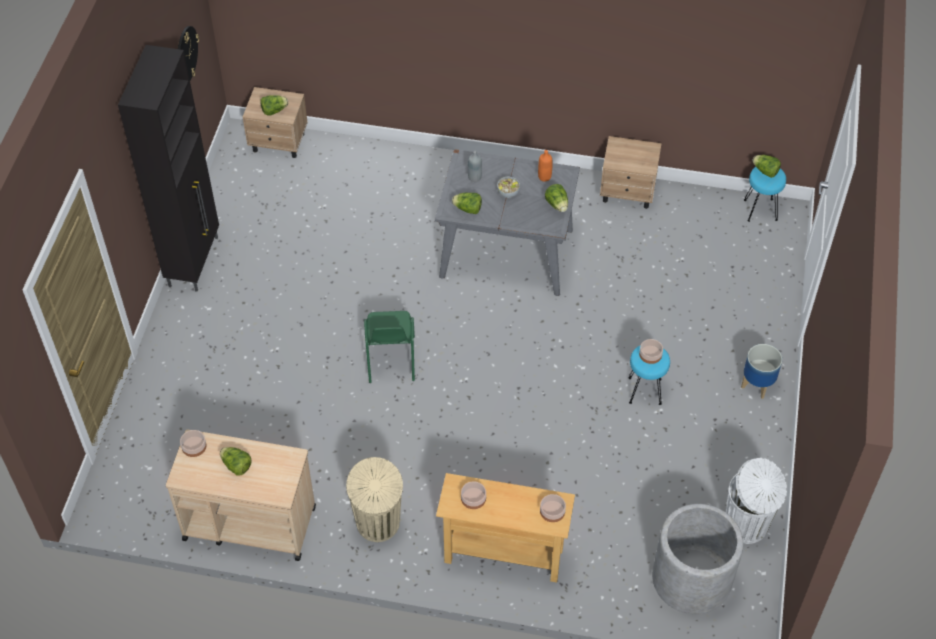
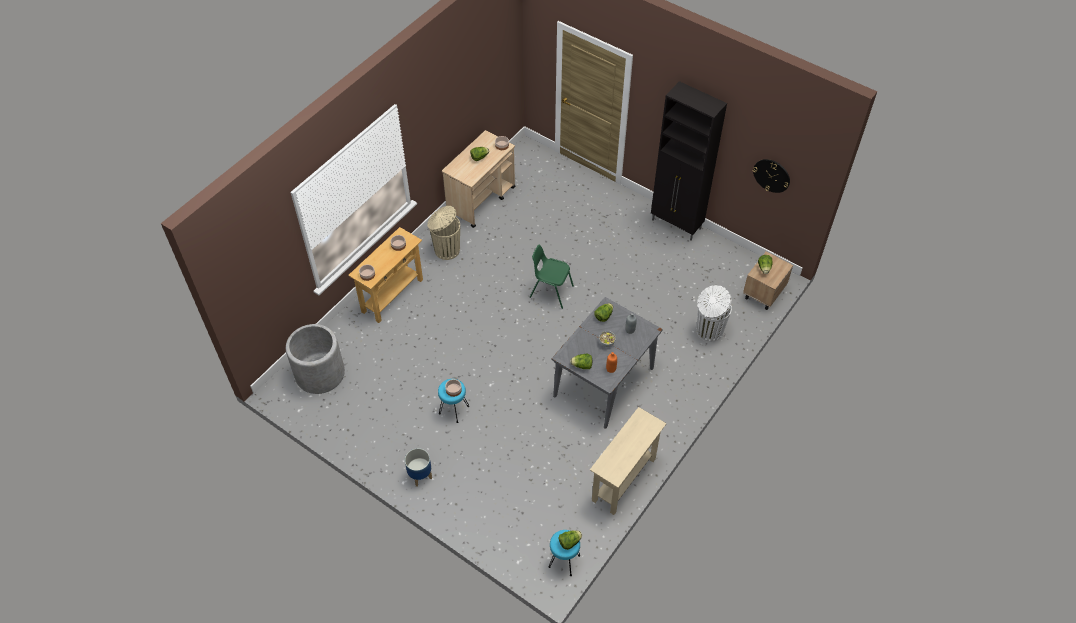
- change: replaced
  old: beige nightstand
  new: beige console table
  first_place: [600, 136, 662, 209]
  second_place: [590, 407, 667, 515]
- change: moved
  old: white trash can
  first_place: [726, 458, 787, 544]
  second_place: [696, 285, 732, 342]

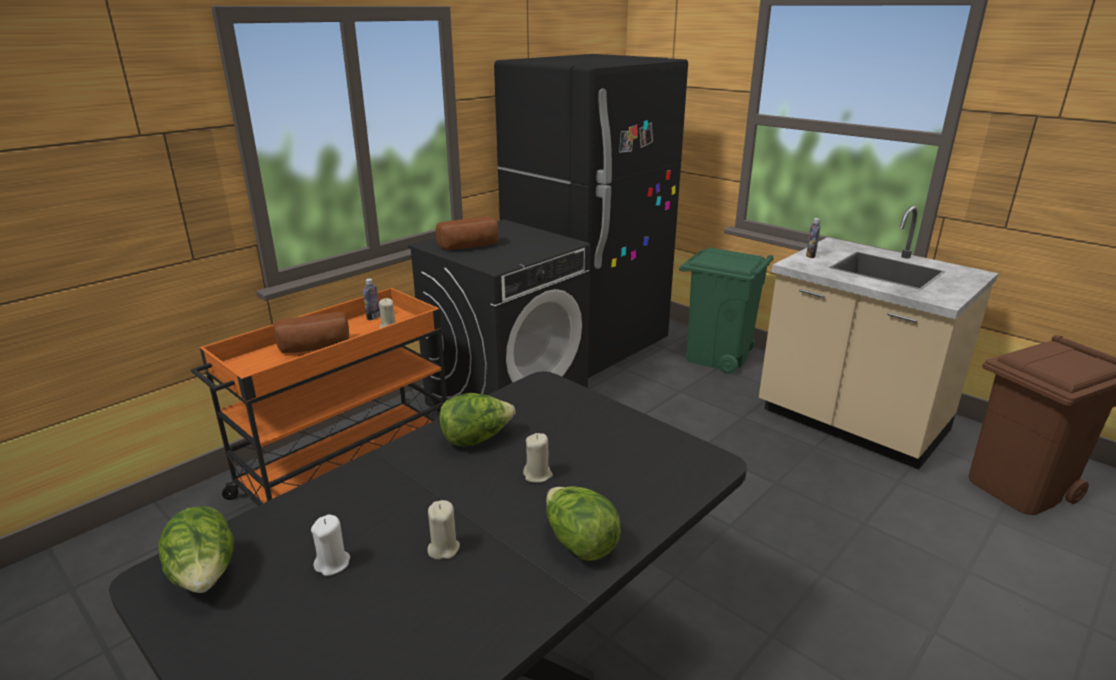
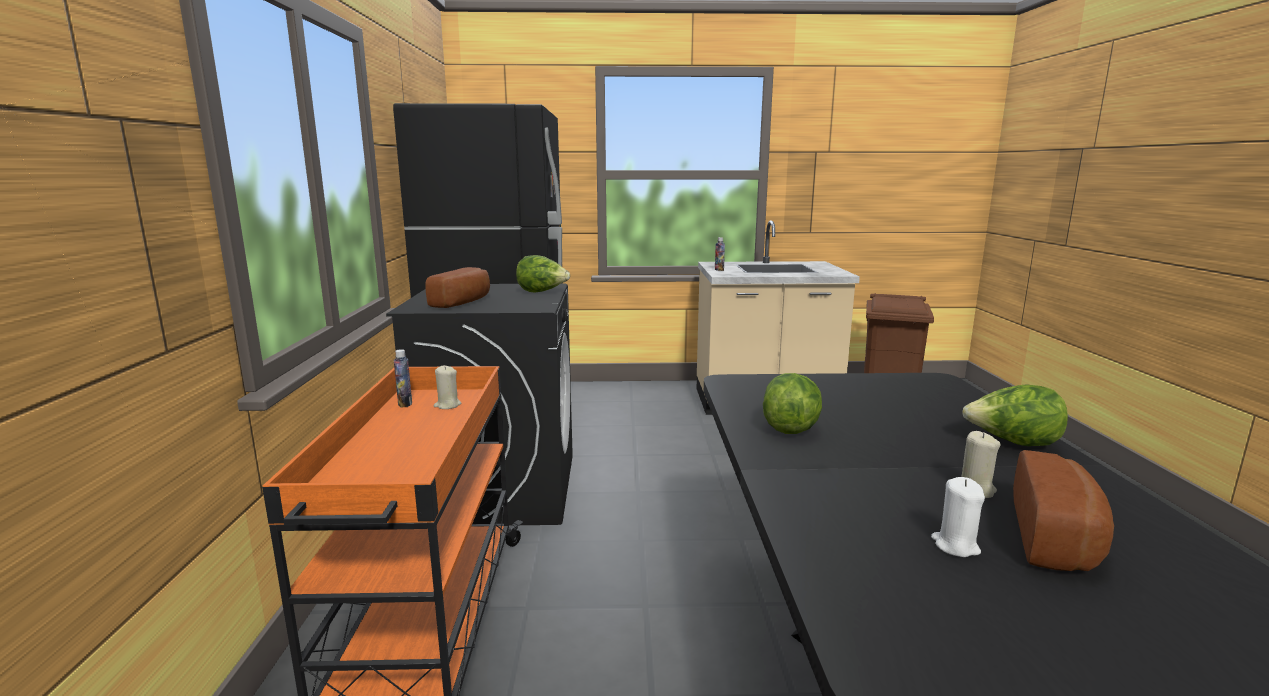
- change: removed
  old: green trash can
  first_place: [679, 248, 774, 374]
- change: moved
  old: bread
  first_place: [273, 312, 349, 353]
  second_place: [1013, 450, 1114, 571]
- change: removed
  old: beige candle
  first_place: [523, 433, 553, 483]
- change: moved
  old: lettuce
  first_place: [159, 506, 234, 593]
  second_place: [516, 255, 570, 293]

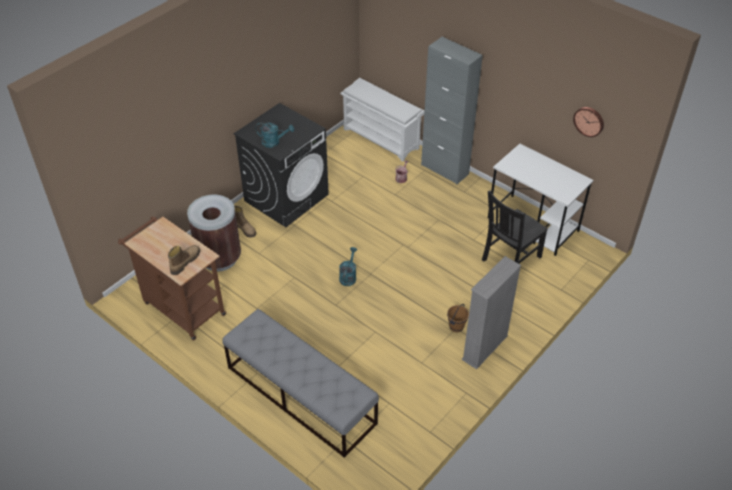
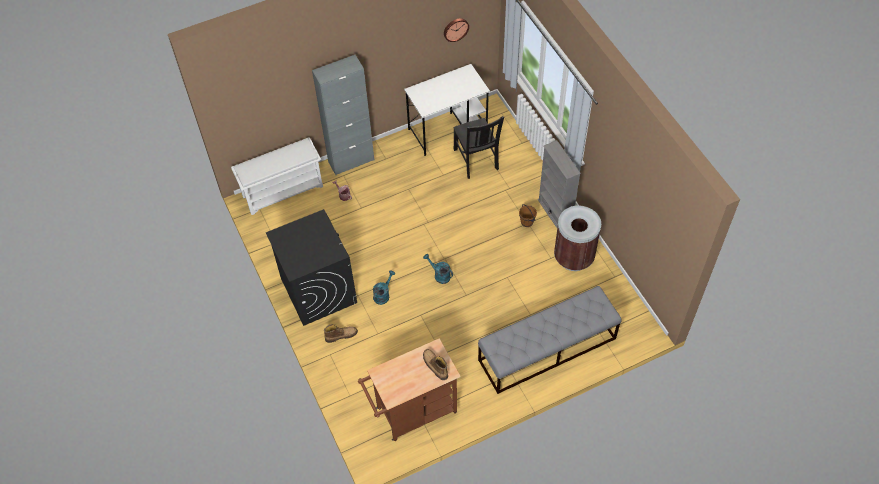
- change: moved
  old: turquoise watering can
  first_place: [255, 122, 294, 148]
  second_place: [373, 270, 395, 305]
- change: moved
  old: brown trash can
  first_place: [187, 195, 241, 271]
  second_place: [554, 205, 601, 271]

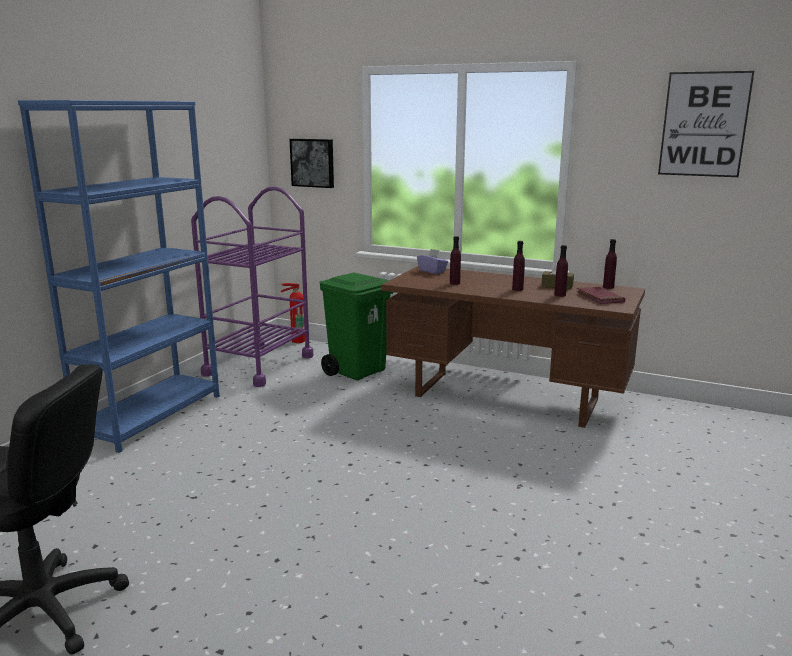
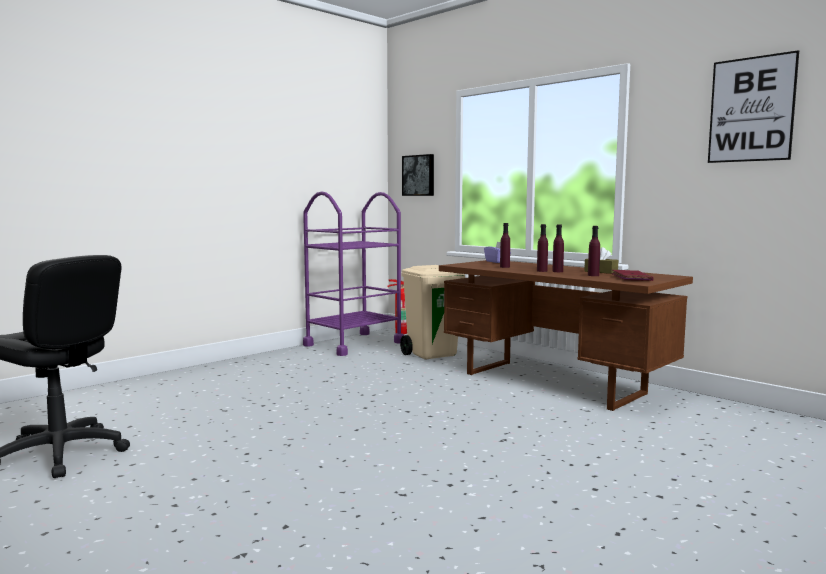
- change: removed
  old: blue bookcase
  first_place: [18, 100, 220, 453]
- change: moved
  old: purple bottle
  first_place: [603, 239, 617, 289]
  second_place: [537, 224, 548, 272]
- change: recoloured
  old: green trash can
  new: beige trash can
  first_place: [319, 273, 394, 380]
  second_place: [400, 265, 465, 359]

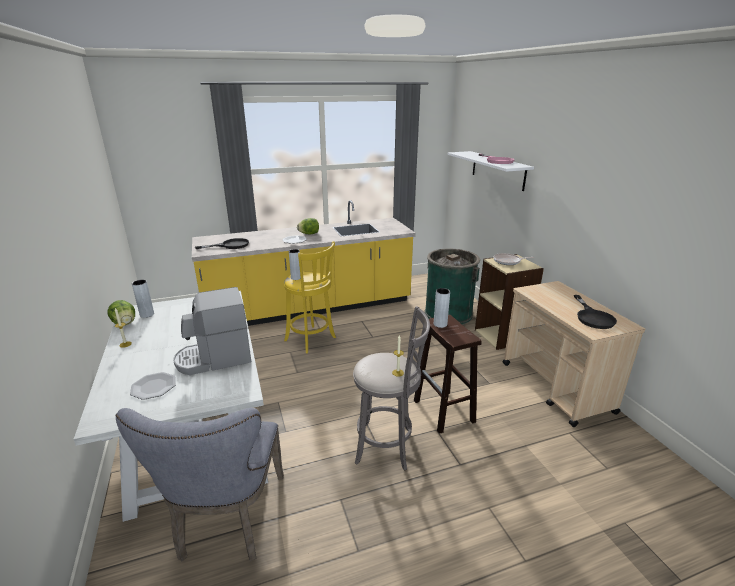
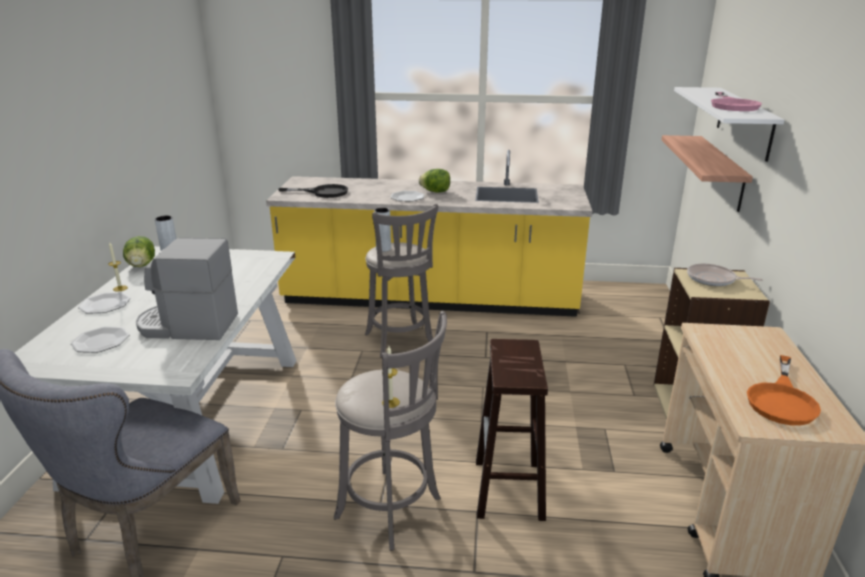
- change: recoloured
  old: yellow stool
  new: grey stool
  first_place: [284, 241, 336, 353]
  second_place: [365, 204, 439, 358]
- change: removed
  old: green trash can
  first_place: [425, 249, 480, 325]
- change: removed
  old: grey vase
  first_place: [434, 288, 450, 328]
- change: recoloured
  old: black frying pan
  new: orange frying pan
  first_place: [574, 295, 617, 329]
  second_place: [747, 355, 821, 426]
- change: added
  new: shelf
  second_place: [661, 135, 753, 212]
- change: added
  new: plate
  second_place: [78, 292, 131, 314]

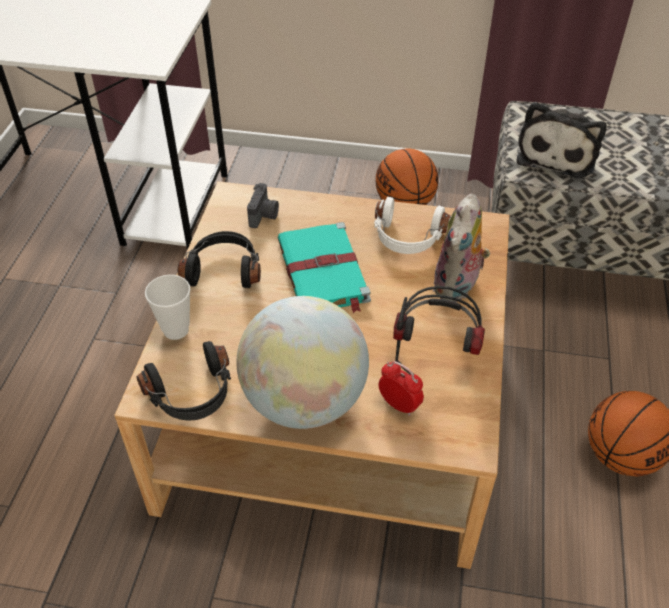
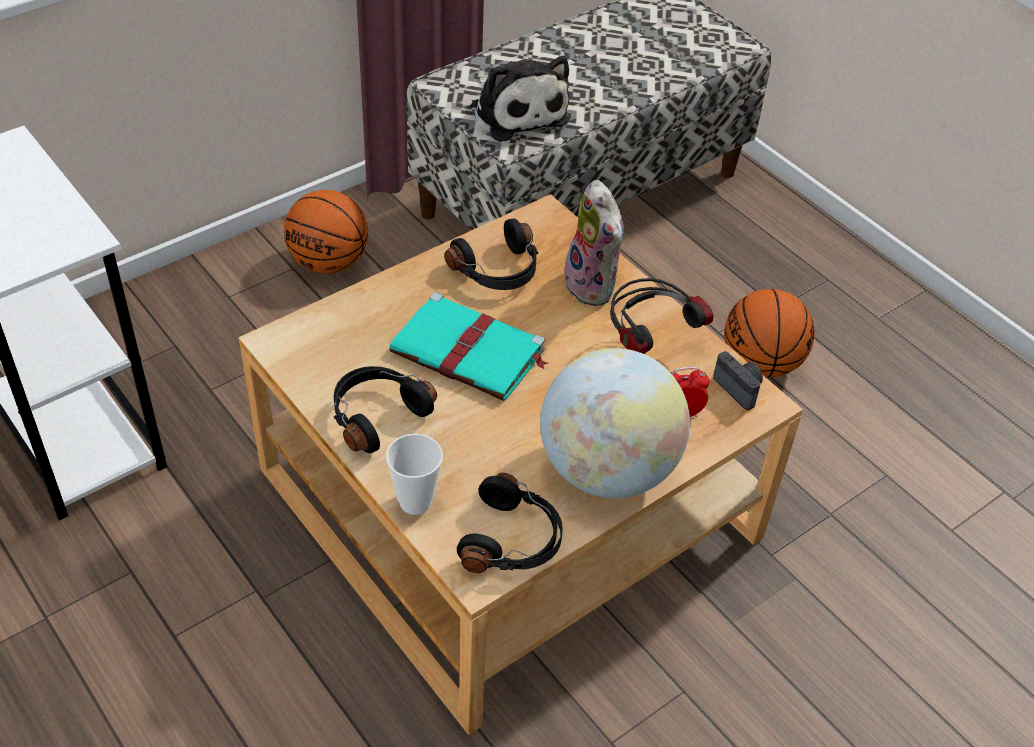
- change: moved
  old: photo camera
  first_place: [247, 183, 279, 228]
  second_place: [713, 351, 763, 410]
- change: recoloured
  old: white headphones
  new: black headphones
  first_place: [374, 197, 451, 254]
  second_place: [444, 218, 539, 290]

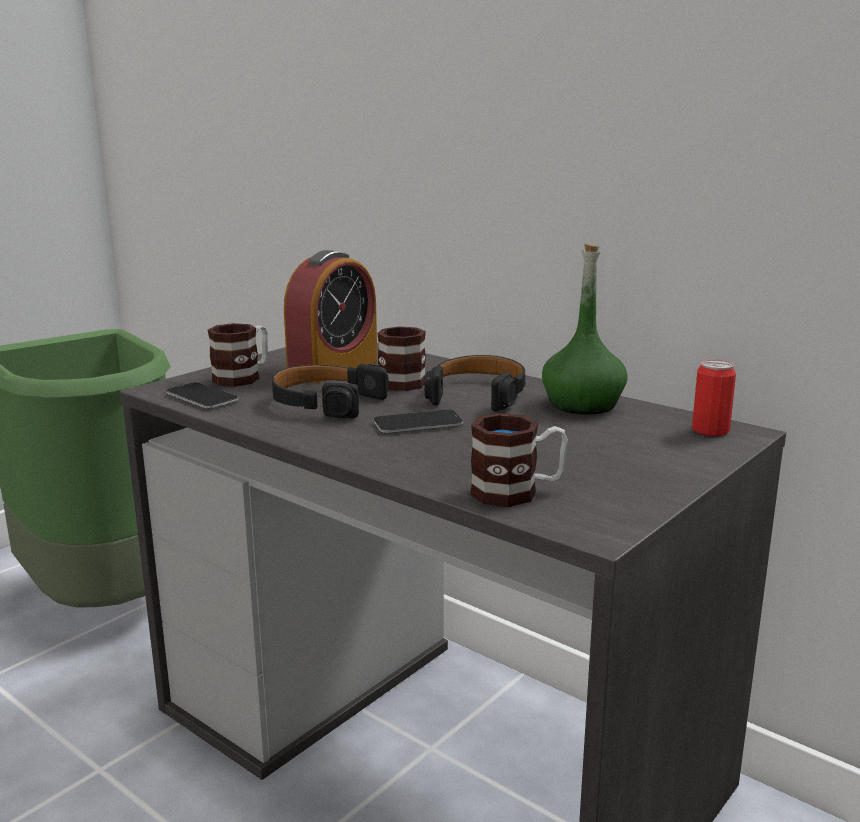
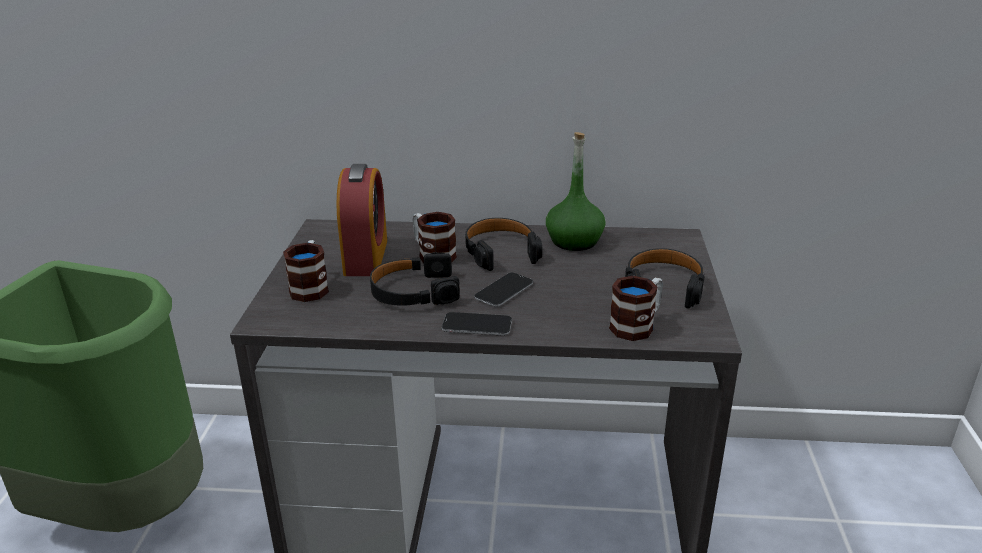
- change: removed
  old: can
  first_place: [692, 359, 736, 436]
- change: moved
  old: phone
  first_place: [166, 382, 238, 409]
  second_place: [441, 312, 512, 336]
- change: added
  new: black headphones
  second_place: [625, 248, 705, 309]

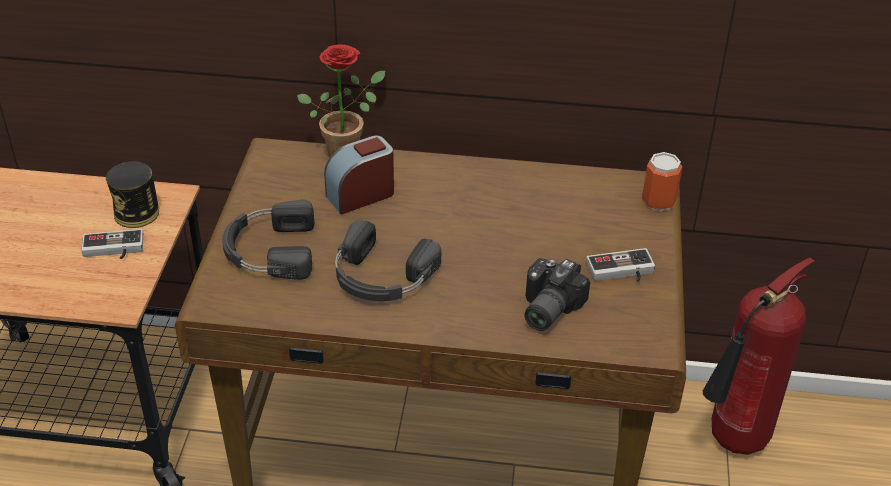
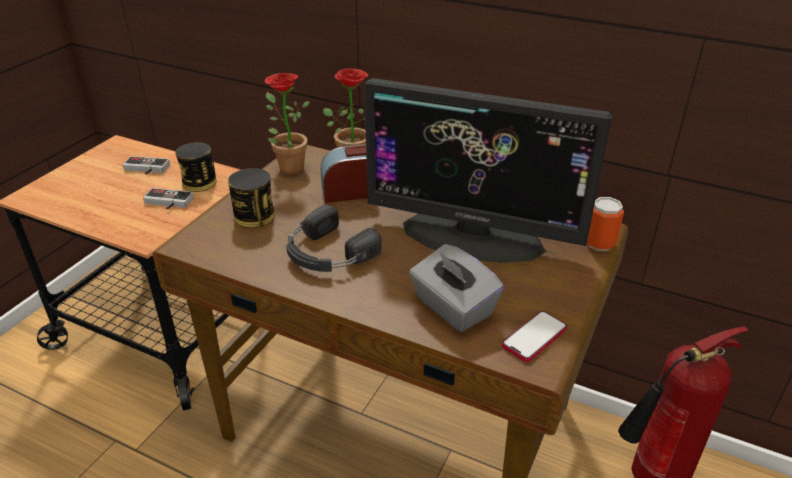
- change: replaced
  old: black headphones
  new: can
  first_place: [222, 200, 314, 280]
  second_place: [228, 168, 275, 228]
- change: moved
  old: game controller
  first_place: [586, 248, 655, 282]
  second_place: [123, 156, 170, 174]
- change: replaced
  old: photo camera
  new: grey tissue box
  first_place: [524, 258, 590, 331]
  second_place: [409, 244, 504, 332]
- change: added
  new: potted plant
  second_place: [265, 73, 310, 175]
- change: added
  new: monitor
  second_place: [364, 78, 612, 263]
- change: added
  new: phone
  second_place: [502, 311, 567, 362]

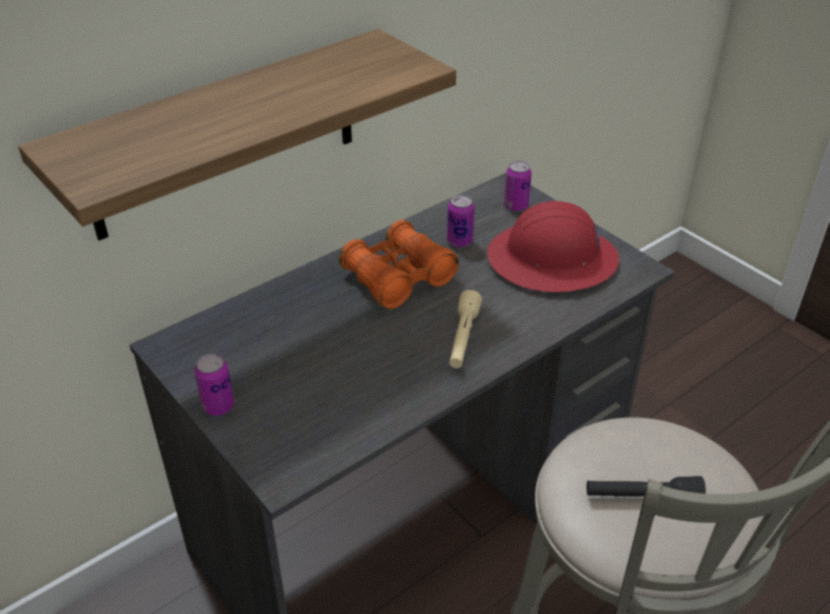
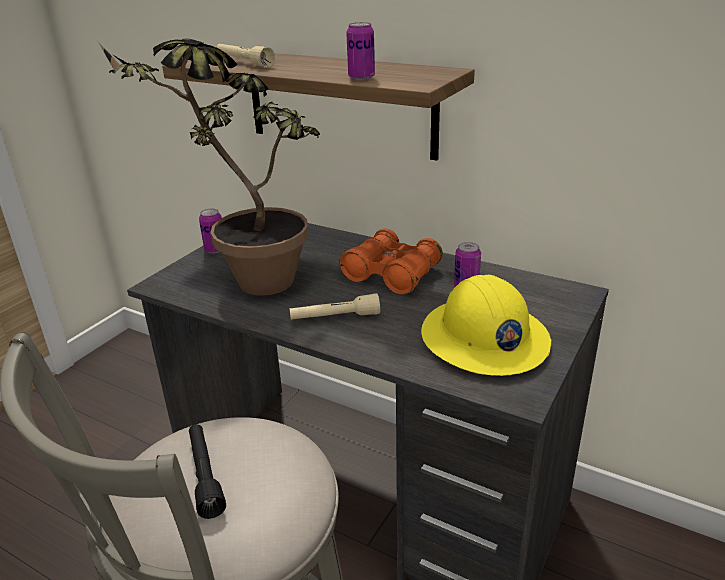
- change: moved
  old: can
  first_place: [504, 161, 532, 211]
  second_place: [346, 22, 375, 80]
- change: recoloured
  old: red hard hat
  new: yellow hard hat
  first_place: [487, 201, 619, 292]
  second_place: [421, 275, 551, 376]
- change: added
  new: potted plant
  second_place: [98, 39, 320, 296]
- change: added
  new: beige flashlight
  second_place: [216, 44, 275, 68]

